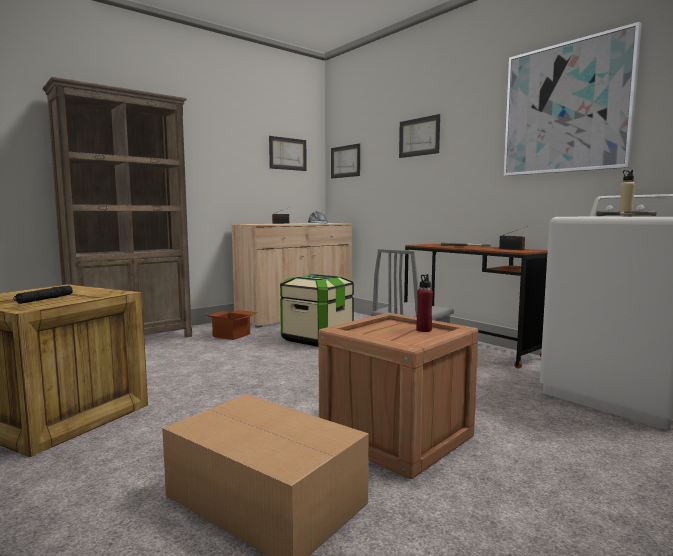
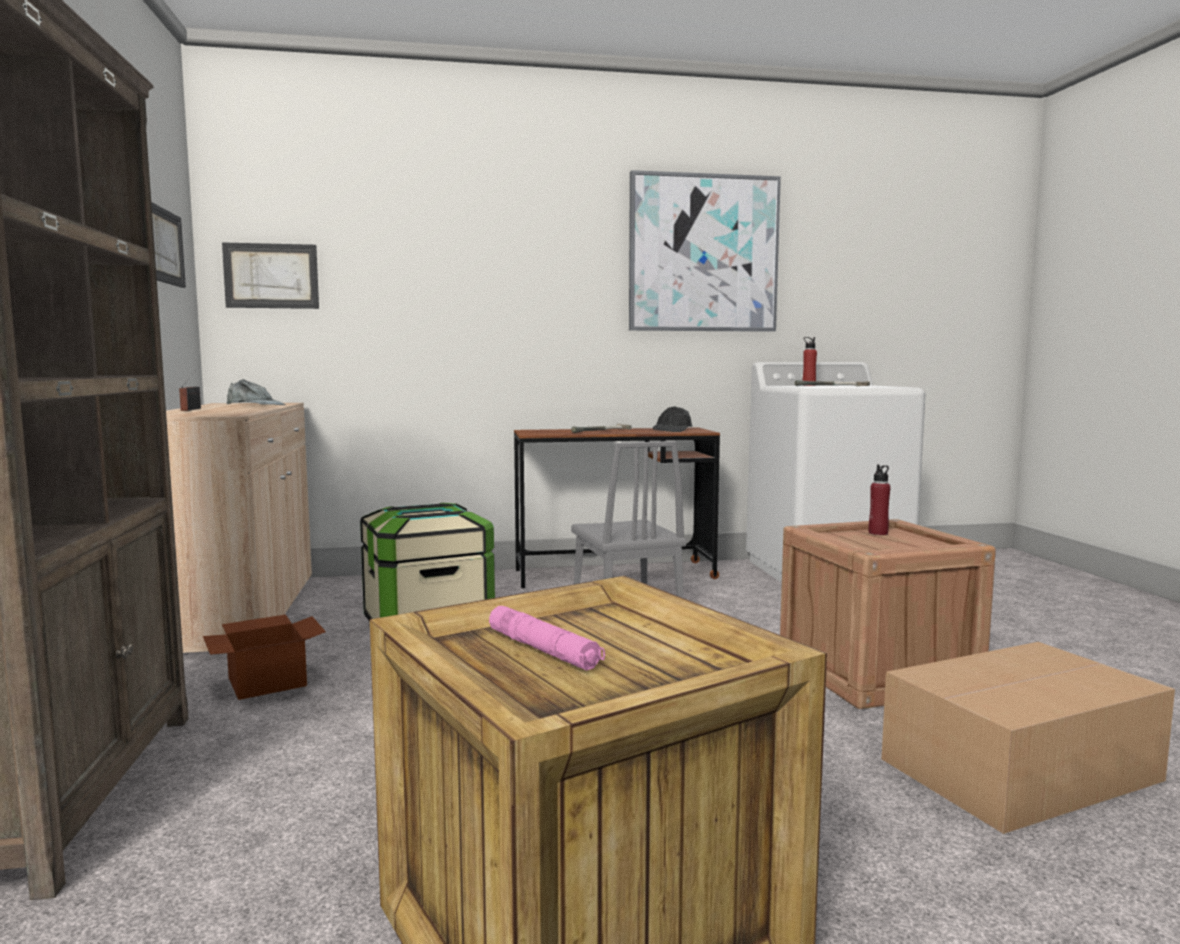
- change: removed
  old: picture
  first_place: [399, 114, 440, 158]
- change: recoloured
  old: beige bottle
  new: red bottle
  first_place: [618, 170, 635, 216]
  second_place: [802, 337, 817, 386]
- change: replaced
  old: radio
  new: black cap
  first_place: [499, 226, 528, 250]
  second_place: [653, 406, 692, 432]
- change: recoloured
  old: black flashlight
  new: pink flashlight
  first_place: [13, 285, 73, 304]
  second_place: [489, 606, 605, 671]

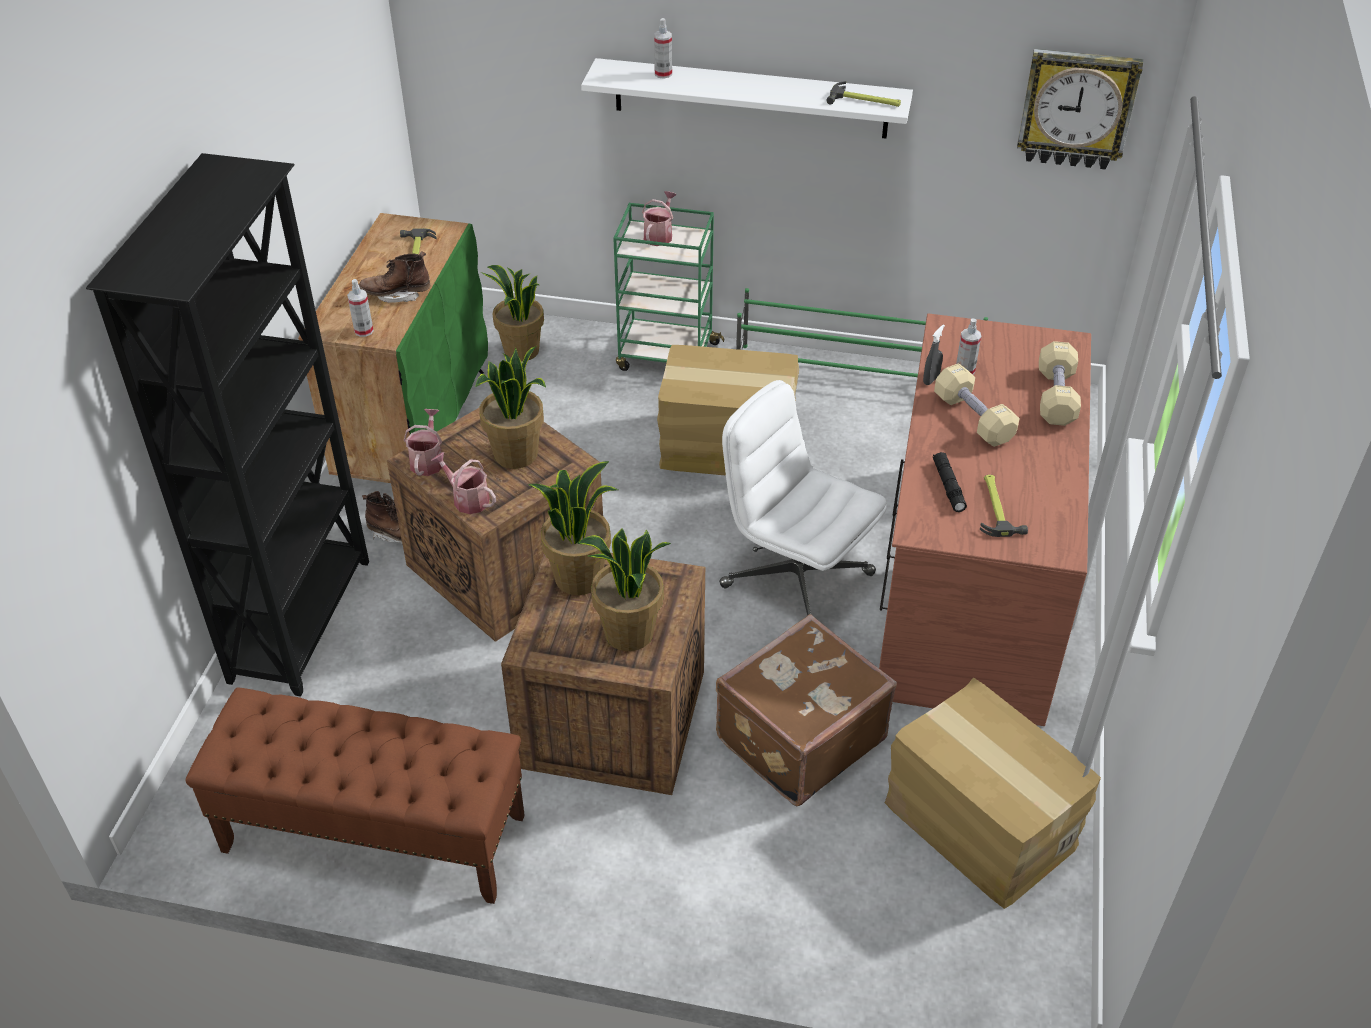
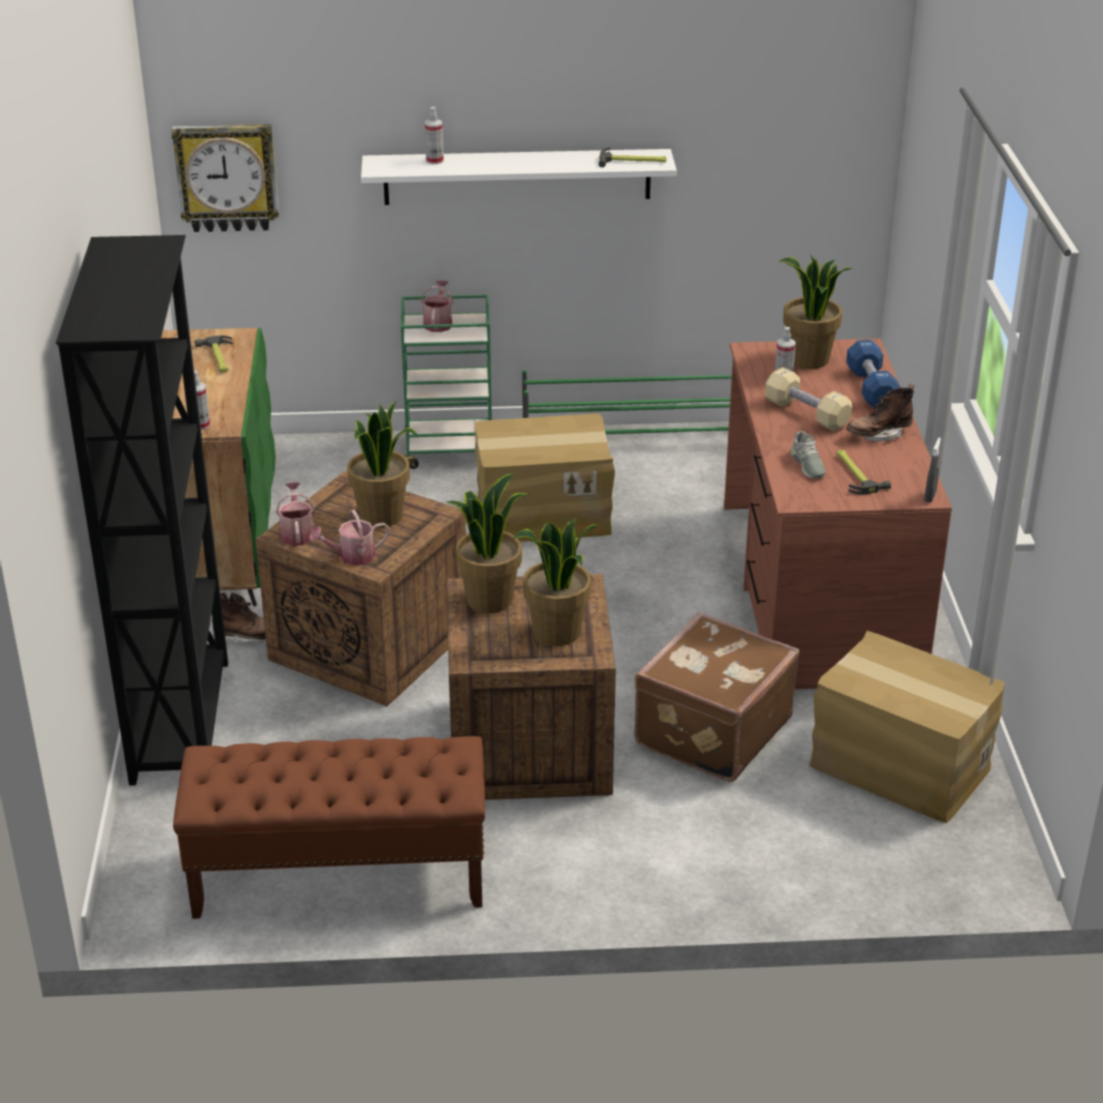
- change: moved
  old: wall clock
  first_place: [1017, 49, 1143, 170]
  second_place: [172, 124, 279, 232]
- change: moved
  old: brown boot
  first_place: [359, 251, 430, 303]
  second_place: [846, 384, 915, 442]
- change: moved
  old: potted plant
  first_place: [481, 265, 544, 362]
  second_place: [779, 254, 852, 369]
- change: moved
  old: grey spray bottle
  first_place: [923, 324, 945, 385]
  second_place: [925, 438, 941, 503]
- change: recoloured
  old: beige dumbbell
  new: blue dumbbell
  first_place: [1039, 341, 1081, 426]
  second_place: [846, 340, 900, 409]
- change: removed
  old: white office chair
  first_place: [719, 380, 887, 615]
- change: turned
  old: watering can
  first_place: [431, 452, 496, 514]
  second_place: [310, 510, 390, 566]
  degrees: -45
- change: replaced
  old: black flashlight
  new: grey shoe
  first_place: [933, 452, 967, 512]
  second_place: [790, 431, 826, 478]

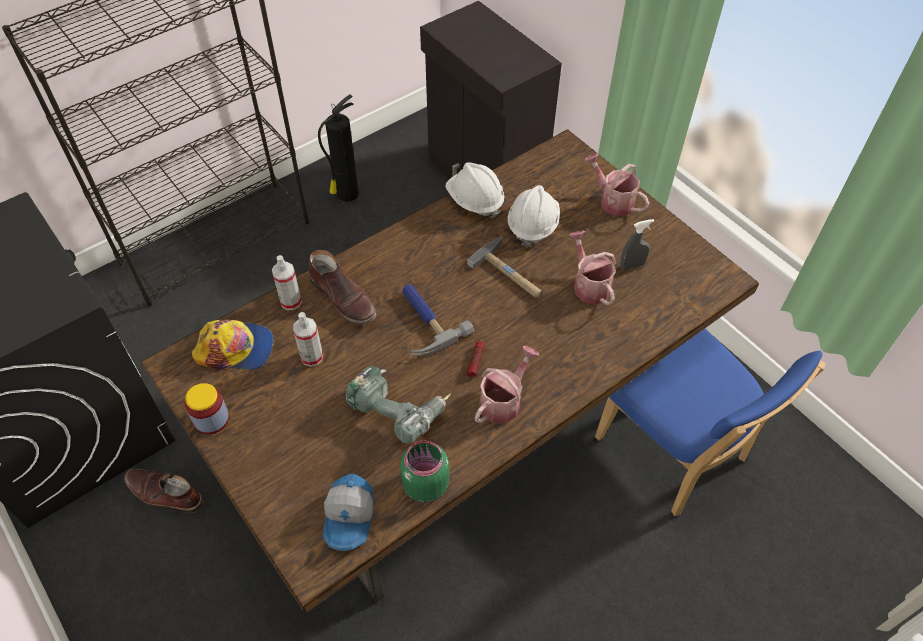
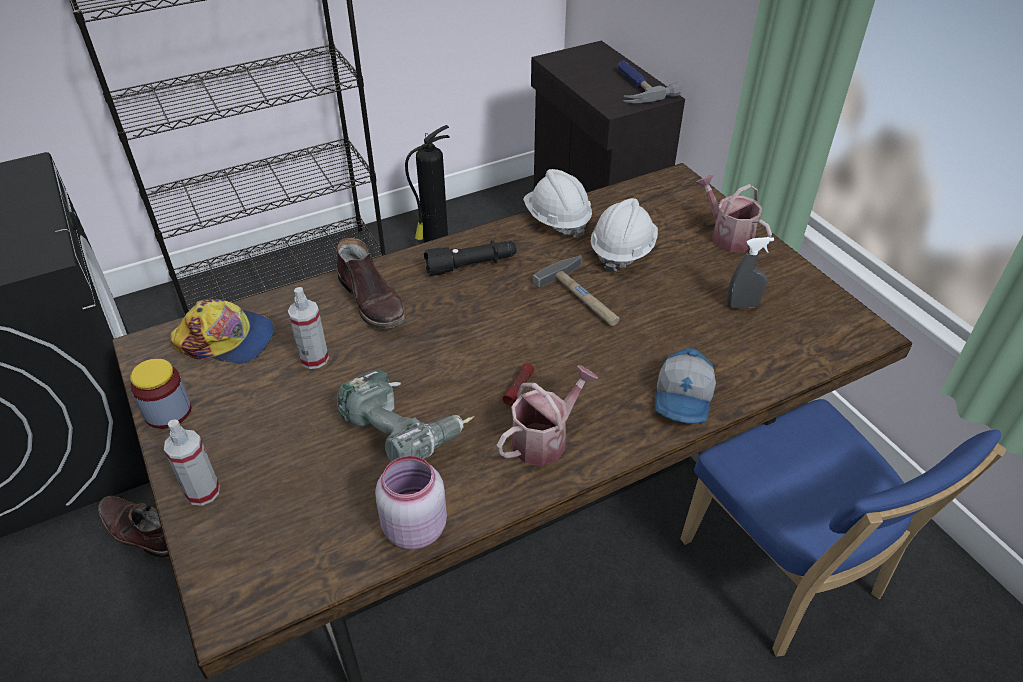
- change: removed
  old: watering can
  first_place: [569, 231, 616, 305]
- change: moved
  old: spray bottle
  first_place: [272, 255, 302, 310]
  second_place: [164, 420, 220, 506]
- change: moved
  old: hammer
  first_place: [402, 285, 474, 356]
  second_place: [618, 60, 681, 103]
- change: recoloured
  old: green jar
  new: pink jar
  first_place: [400, 441, 449, 503]
  second_place: [375, 456, 447, 550]
- change: moved
  old: cap
  first_place: [323, 473, 374, 551]
  second_place: [654, 348, 716, 424]
- change: added
  new: black flashlight
  second_place: [424, 240, 516, 276]

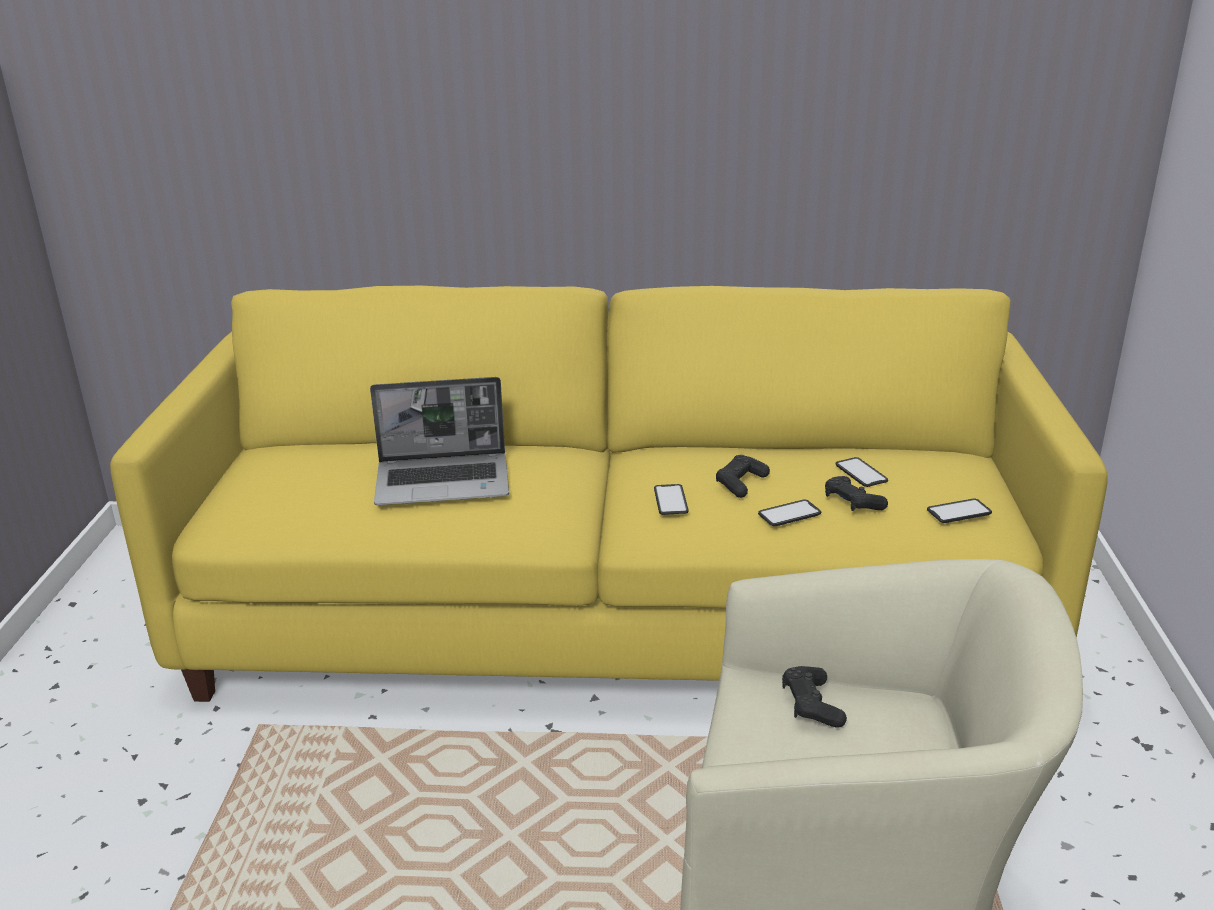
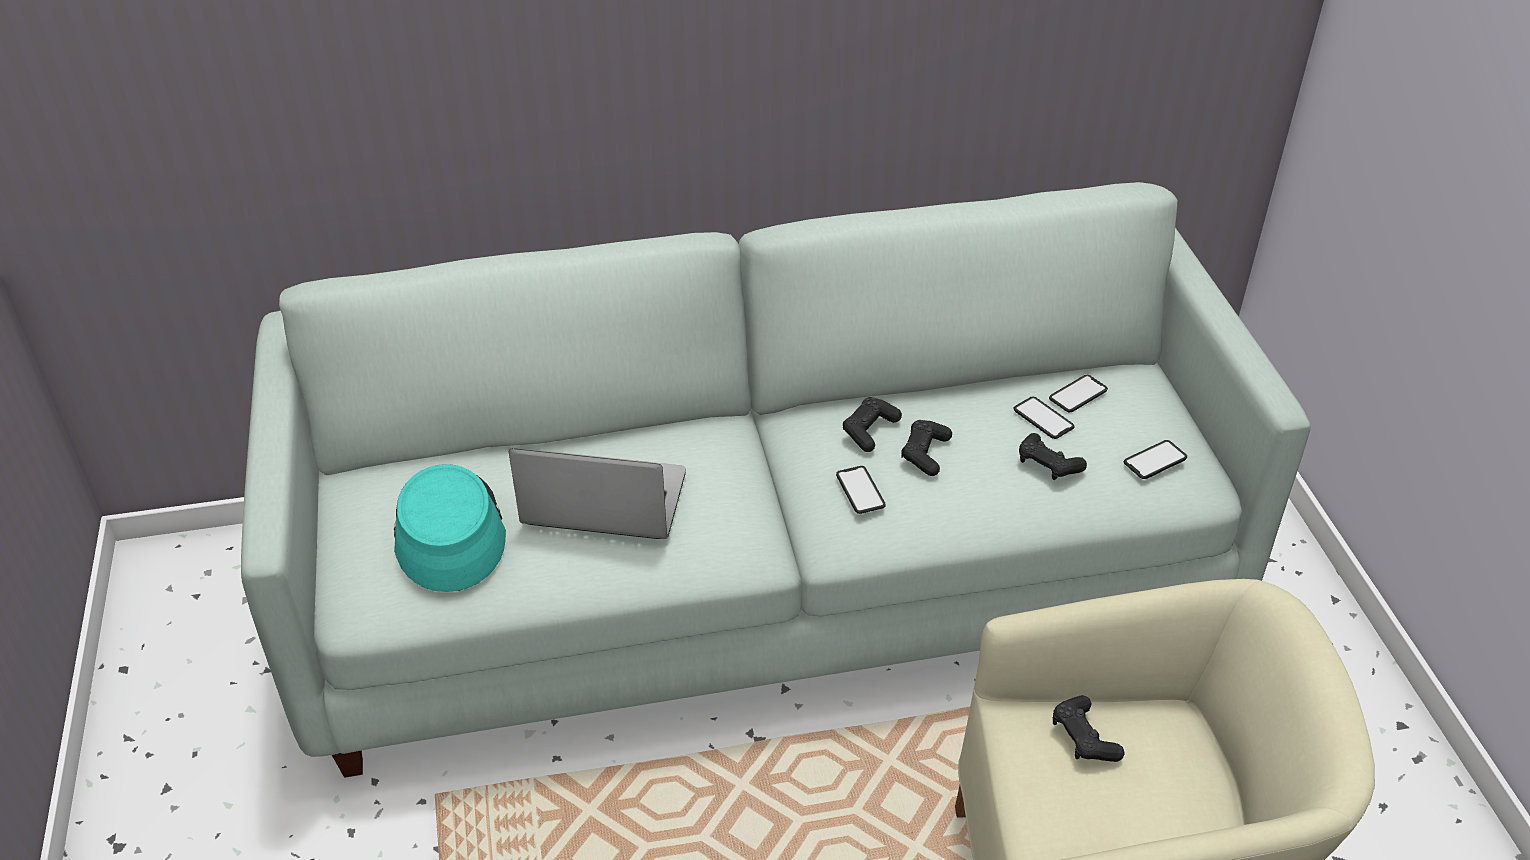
- change: recoloured
  old: yellow sofa
  new: white sofa
  first_place: [110, 286, 1107, 702]
  second_place: [241, 182, 1311, 778]
- change: turned
  old: laptop
  first_place: [370, 377, 509, 505]
  second_place: [509, 448, 686, 539]
  degrees: -150
- change: moved
  old: phone
  first_place: [758, 500, 821, 526]
  second_place: [1049, 375, 1108, 412]
- change: added
  new: black game controller
  second_place: [843, 397, 902, 452]
- change: added
  new: turquoise hat
  second_place: [394, 464, 506, 592]

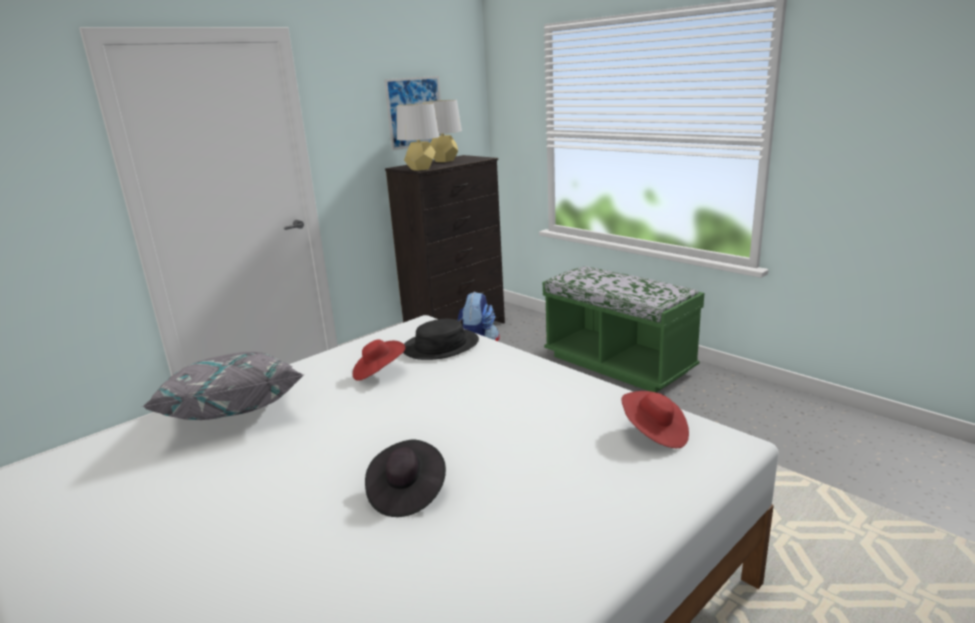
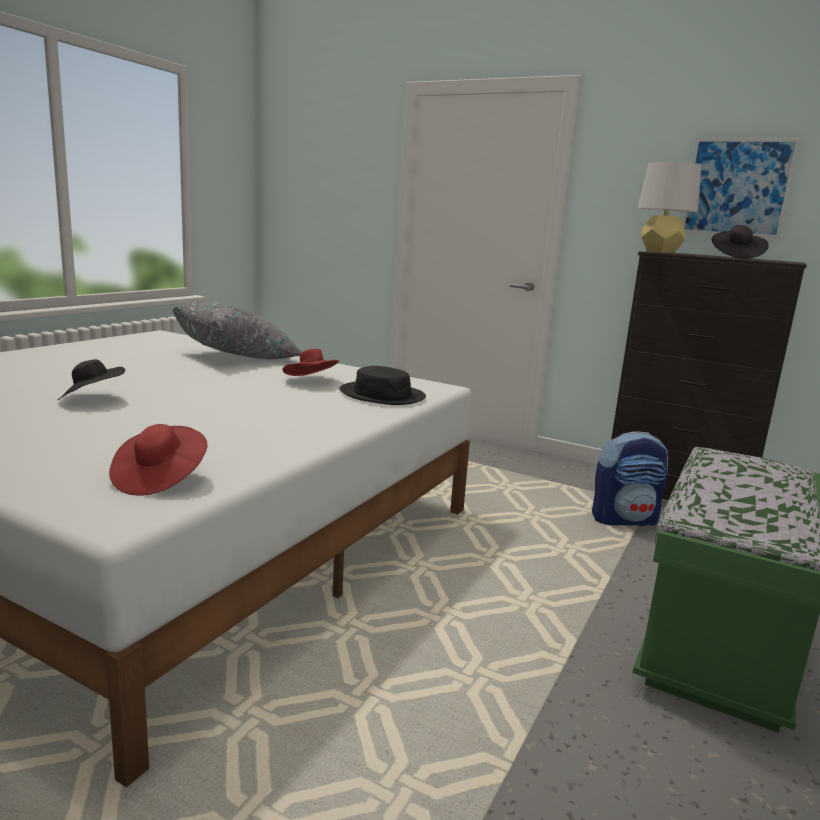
- change: replaced
  old: grey table lamp
  new: black hat
  first_place: [422, 100, 462, 162]
  second_place: [712, 225, 769, 259]

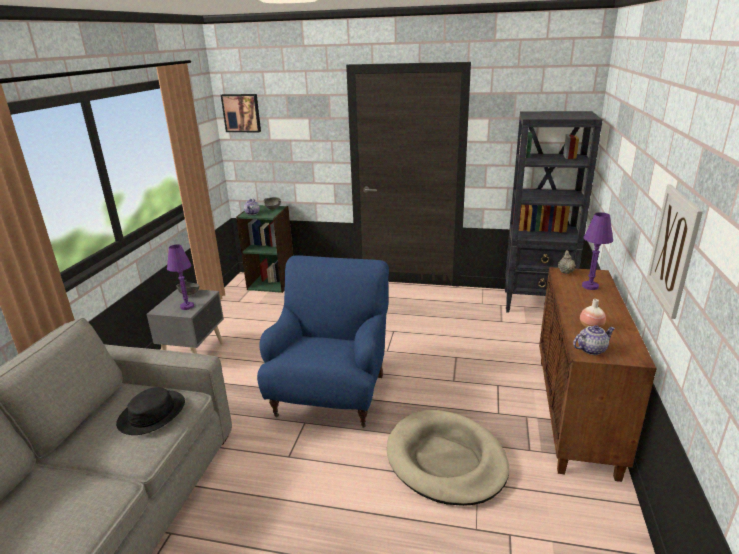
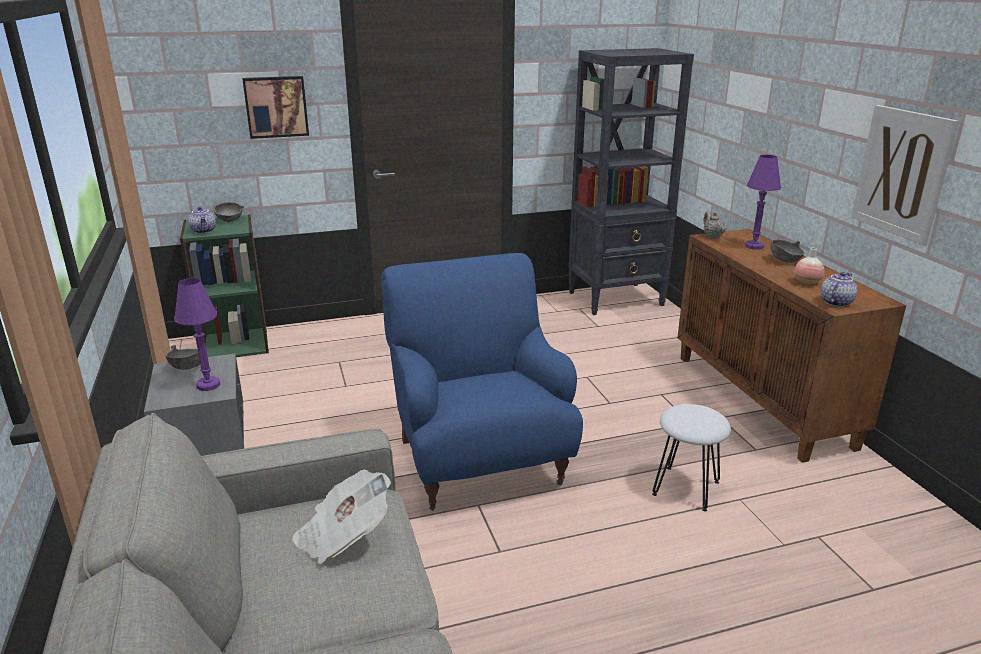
- change: moved
  old: picture
  first_place: [221, 94, 261, 132]
  second_place: [242, 76, 309, 139]
- change: replaced
  old: black hat
  new: newspaper
  first_place: [116, 387, 185, 435]
  second_place: [292, 469, 391, 564]
- change: replaced
  old: beige dog bed
  new: white stool
  first_place: [387, 410, 509, 506]
  second_place: [652, 404, 731, 512]
- change: added
  new: grey bowl
  second_place: [770, 239, 805, 263]

